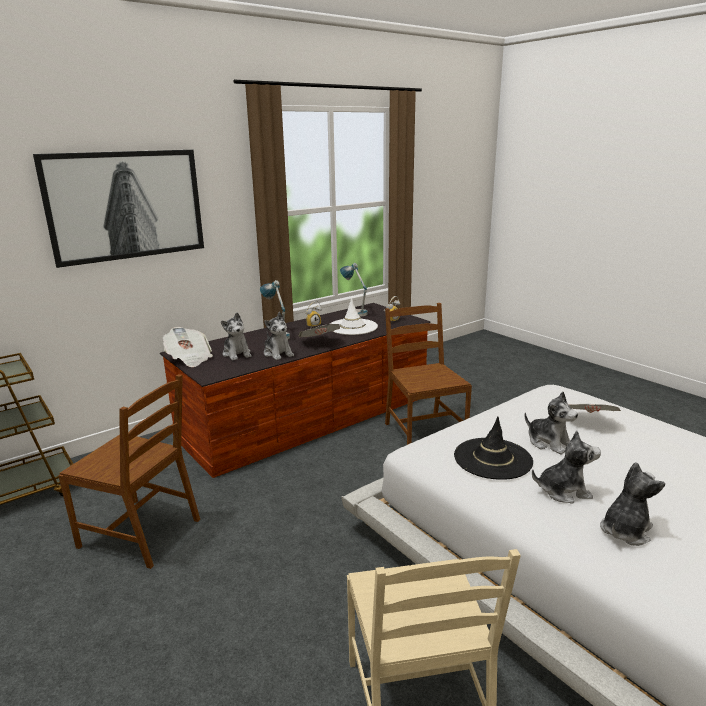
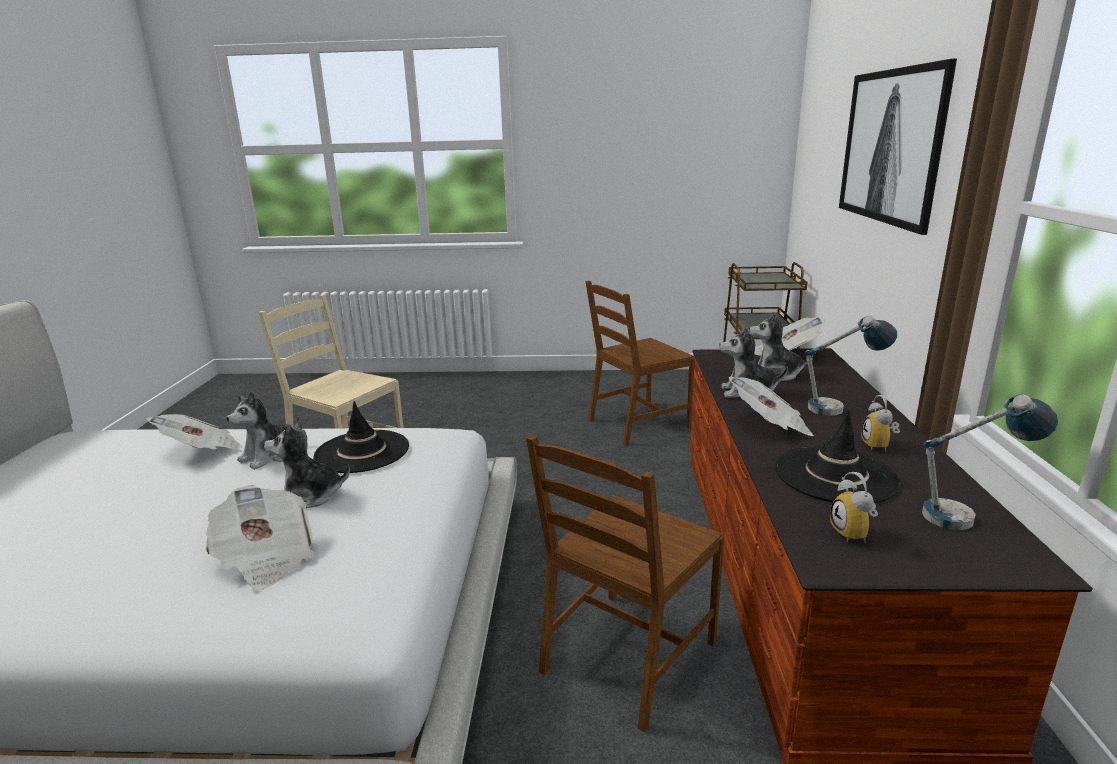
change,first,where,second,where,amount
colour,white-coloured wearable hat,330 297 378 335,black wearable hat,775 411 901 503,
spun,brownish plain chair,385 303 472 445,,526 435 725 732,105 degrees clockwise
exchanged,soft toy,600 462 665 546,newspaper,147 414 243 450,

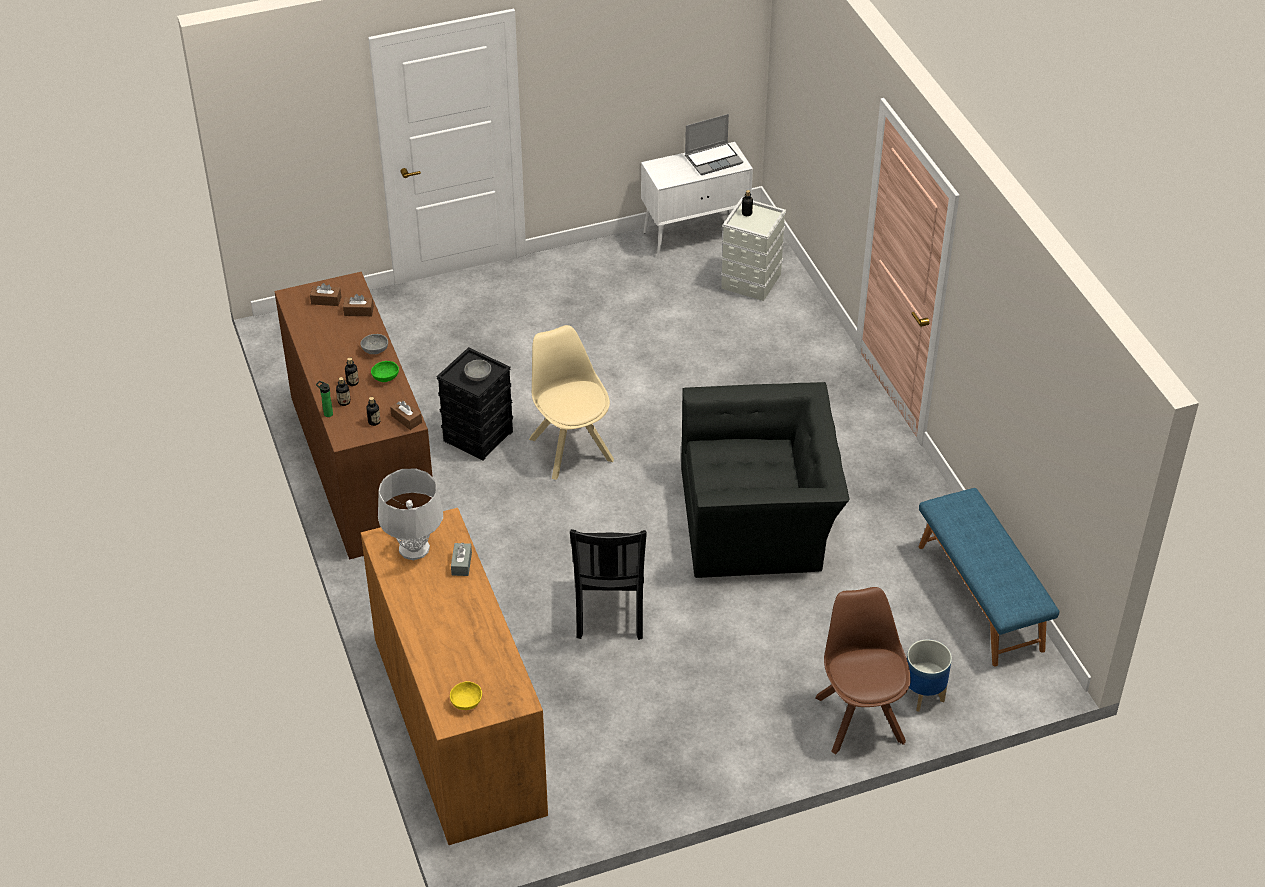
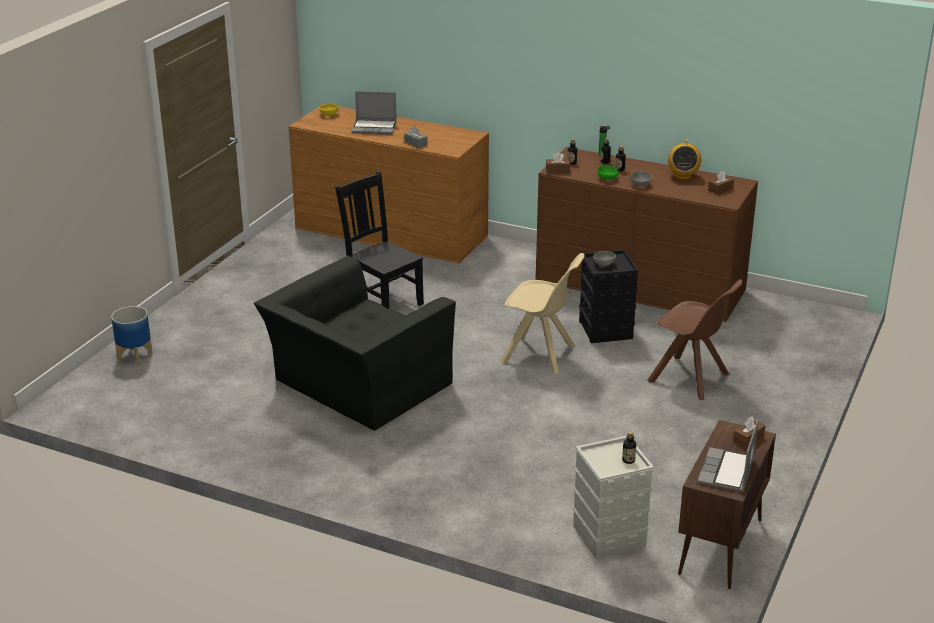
change,first,where,second,where,amount
colour,white-coloured storage cabinet,641 142 753 258,brownish storage cabinet,678 420 776 589,
relocated,brownish box of tissues,343 294 374 316,,733 416 765 448,
missing,greyish tabletop lamp,378 469 443 560,,,
missing,blue-coloured long seat,919 488 1059 667,,,
relocated,brownish plain chair,815 587 911 755,,648 279 743 400,
appeared,,,portable computer,352 91 397 135,
appeared,,,radio receiver,668 139 702 180,

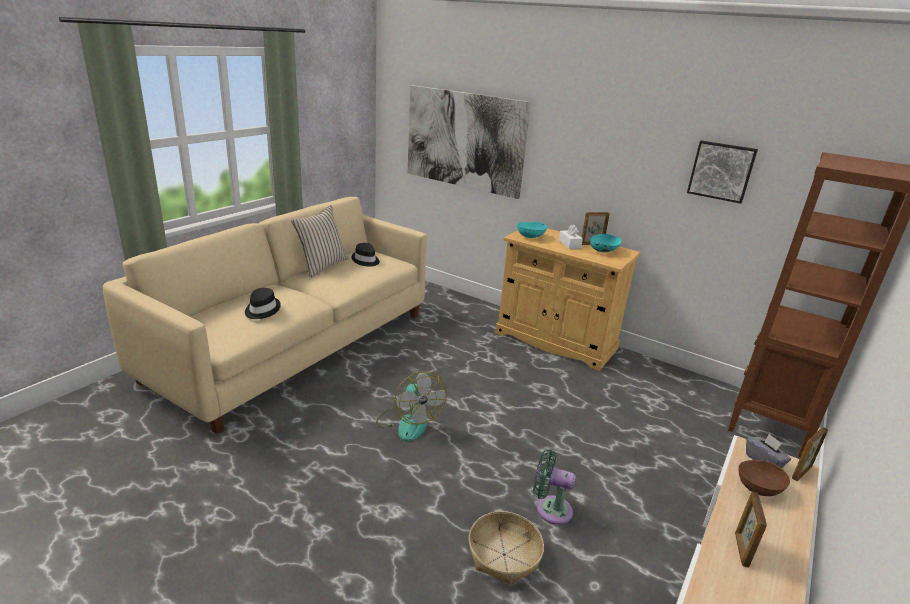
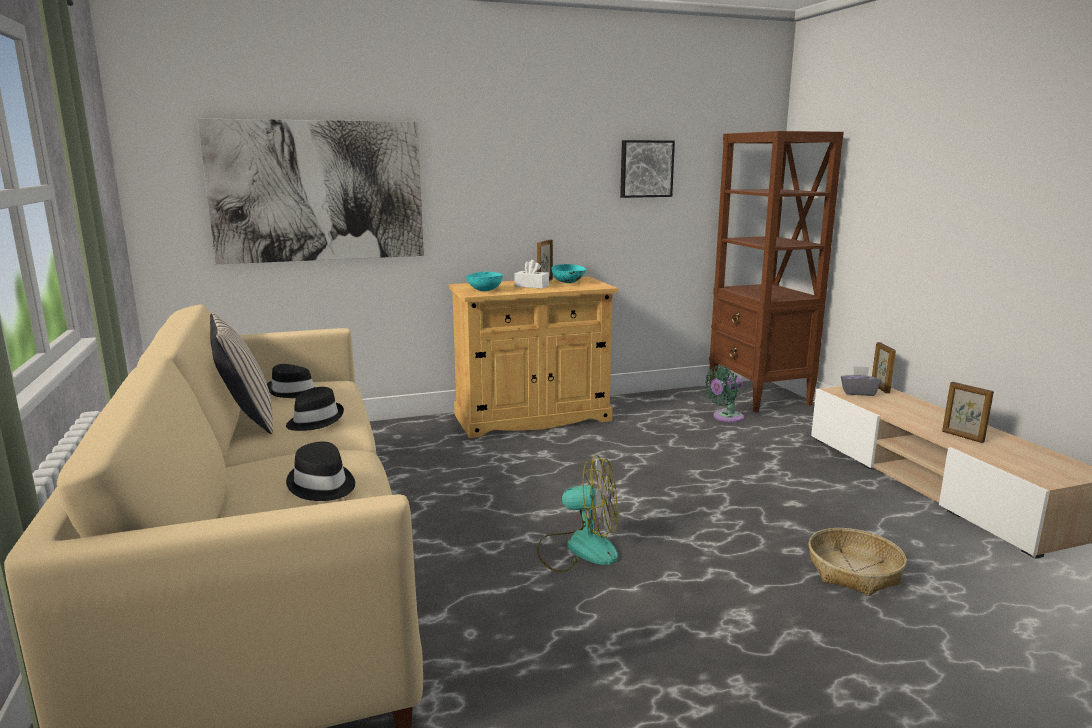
change,first,where,second,where,amount
relocated,greenish cooling fan,533 449 576 525,,705 366 744 422,
missing,brownish deep dish,738 460 790 496,,,
appeared,,,black wearable hat,286 387 344 431,

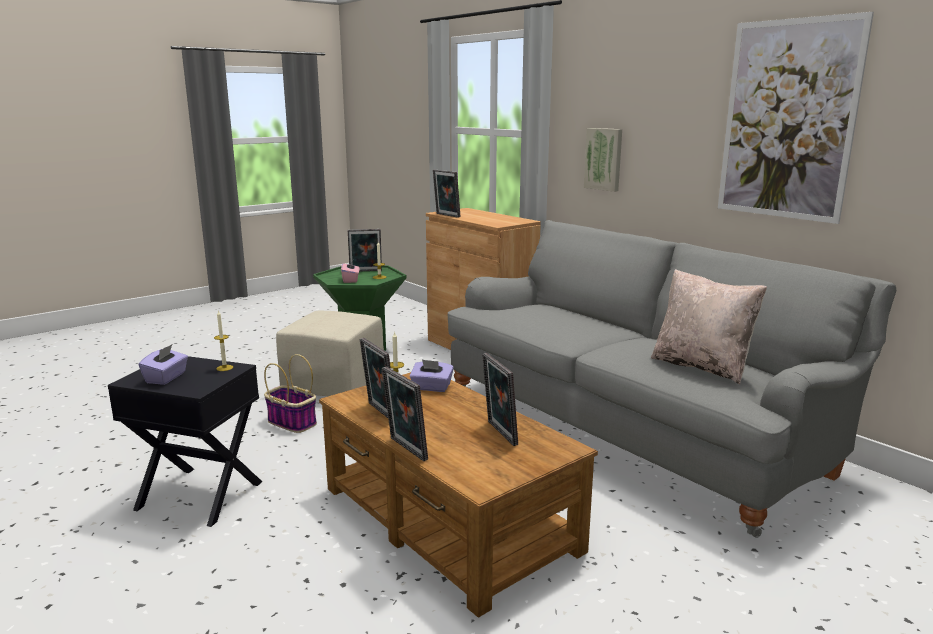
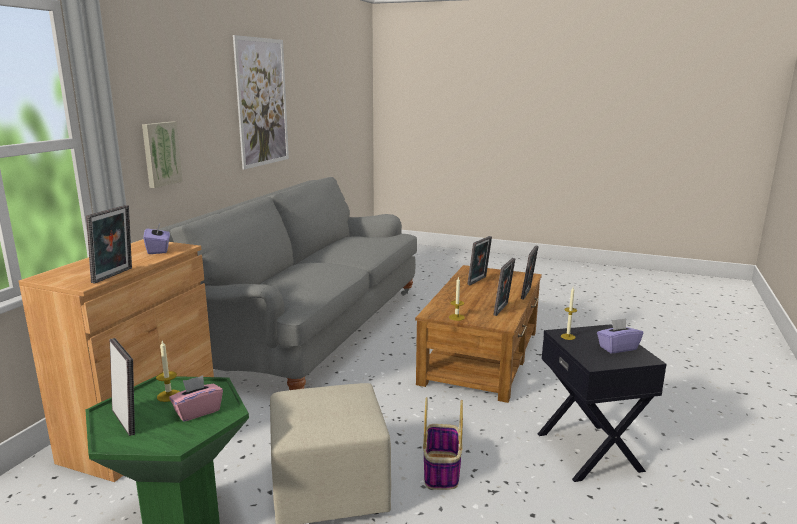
change,first,where,second,where,amount
missing,beige-coloured throw pillow,651 269 767 384,,,
relocated,purple box of tissues,410 359 454 392,,143 222 170 254,

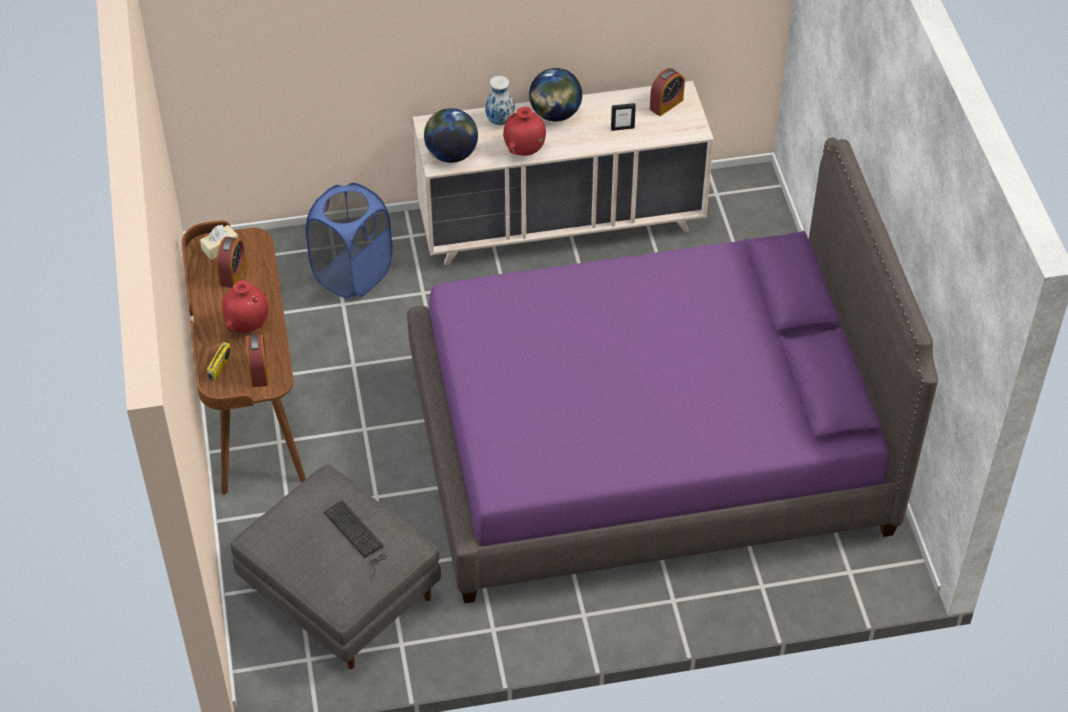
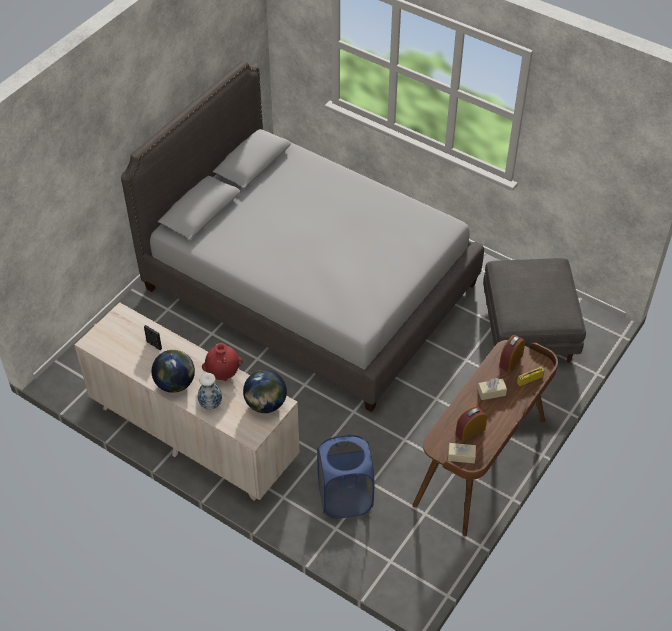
change,first,where,second,where,amount
missing,alarm clock,650 68 685 116,,,
colour,purple bedroom bed,407 138 938 603,greyish bedroom bed,121 60 484 412,
exchanged,red decorative vase,222 280 269 333,beige-coloured box of tissues,477 378 507 400,
missing,PC keyboard,324 500 387 577,,,

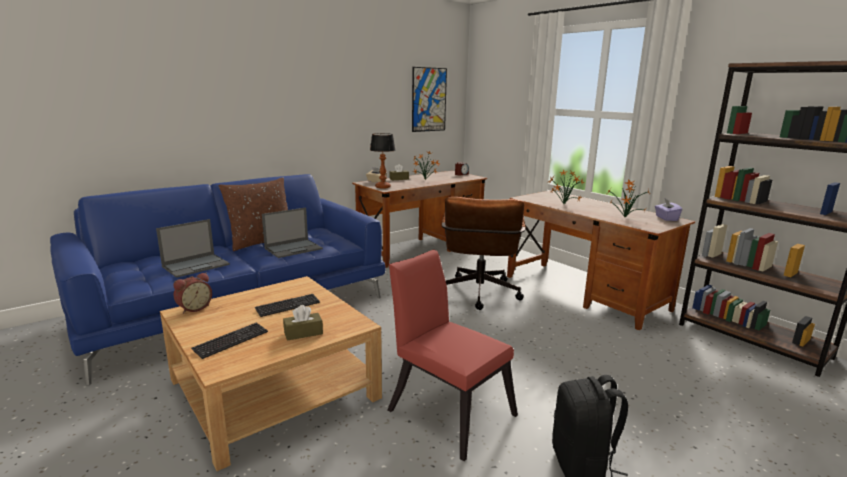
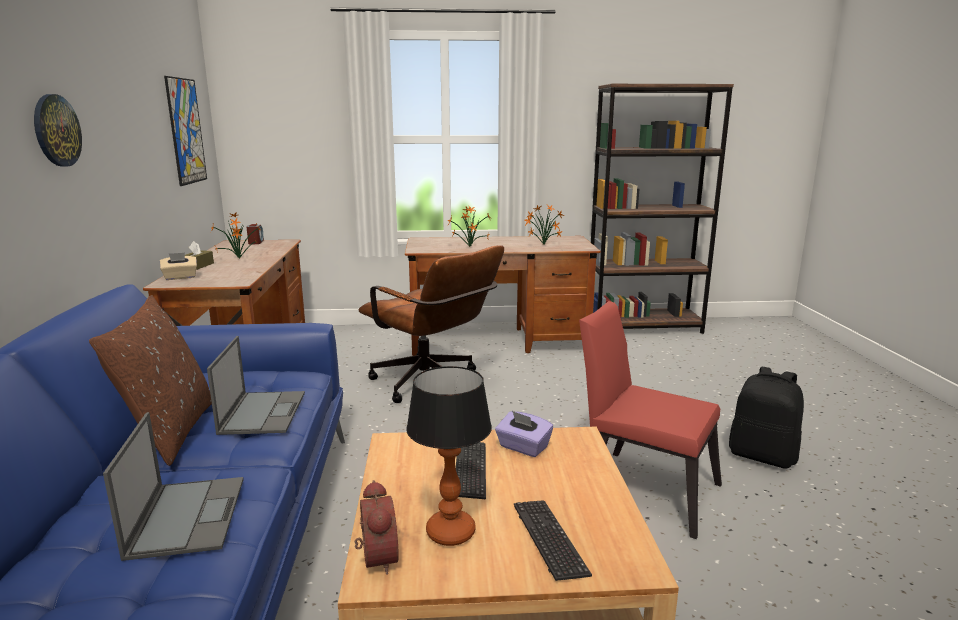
change,first,where,second,where,amount
relocated,tabletop lamp,370 133 395 189,,406 366 492 546,
relocated,purple box of tissues,655 199 682 221,,495 411 553 457,
spun,red plain chair,388 249 518 461,,579 301 722 539,45 degrees clockwise
missing,brownish box of tissues,283 305 323 341,,,
appeared,,,wall clock,34 94 82 167,

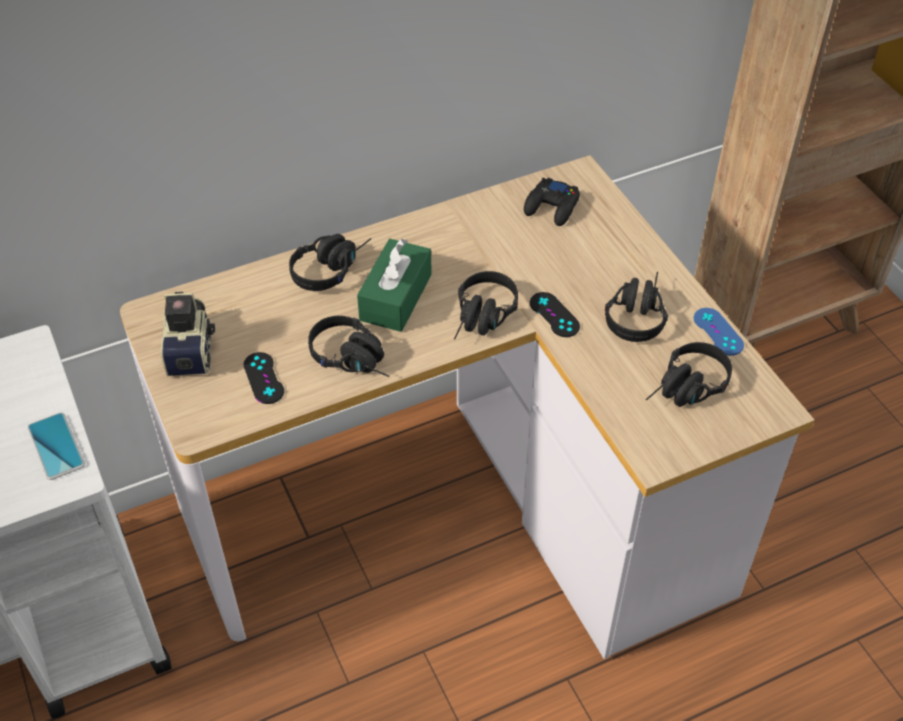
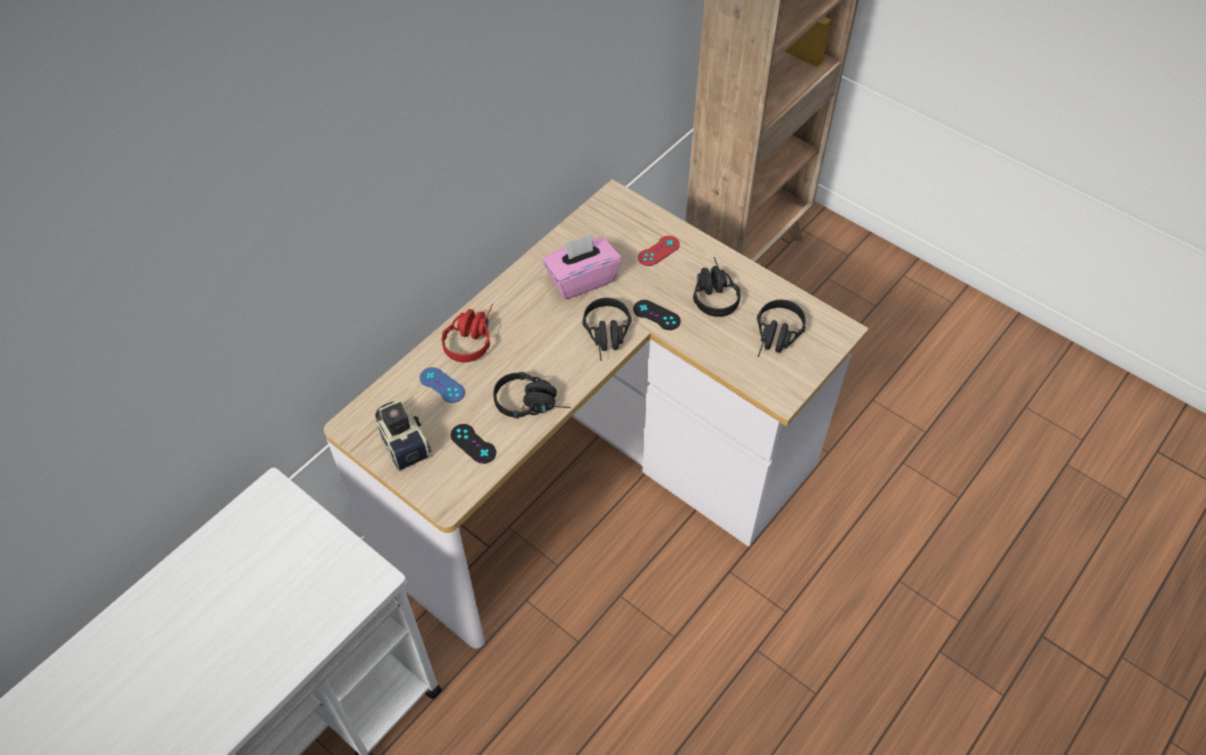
change,first,where,second,where,amount
missing,black gamepad,524 178 580 226,,,
colour,black pair of headphones,289 234 371 291,red pair of headphones,442 303 493 362,
missing,greenish box of tissues,357 239 432 332,,,
relocated,blue-coloured gamepad,694 308 744 356,,420 367 465 403,
missing,telephone,27 413 85 480,,,
appeared,,,pink box of tissues,543 234 622 299,
appeared,,,red gamepad,638 236 680 266,

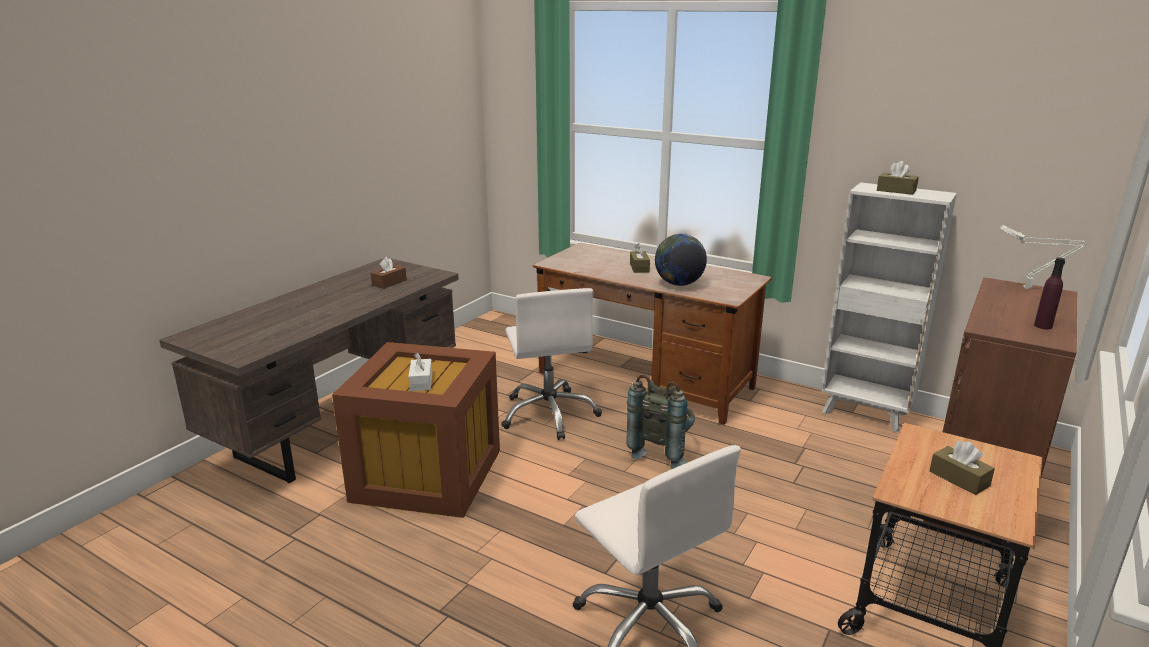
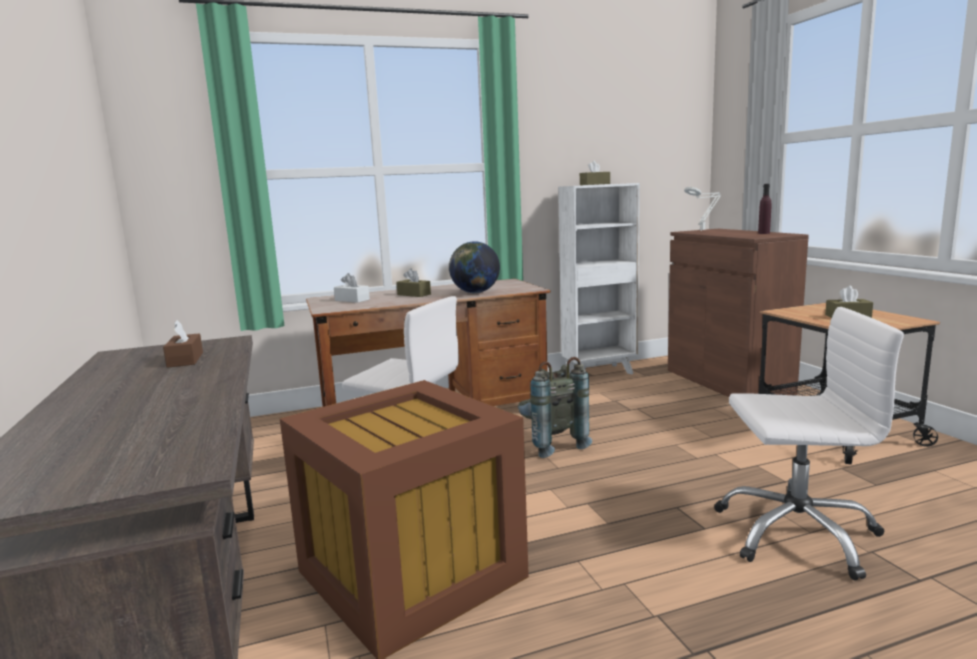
change,first,where,second,where,amount
relocated,white-coloured box of tissues,408 353 432 391,,334 273 370 303,

